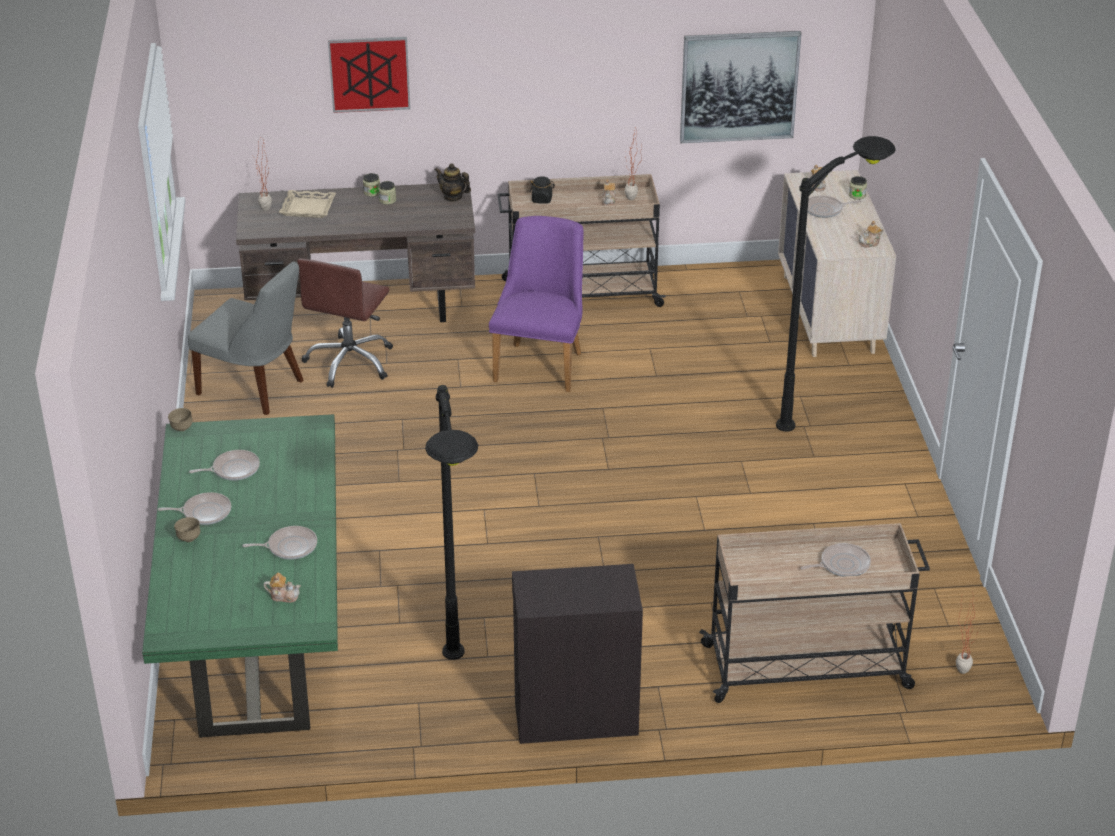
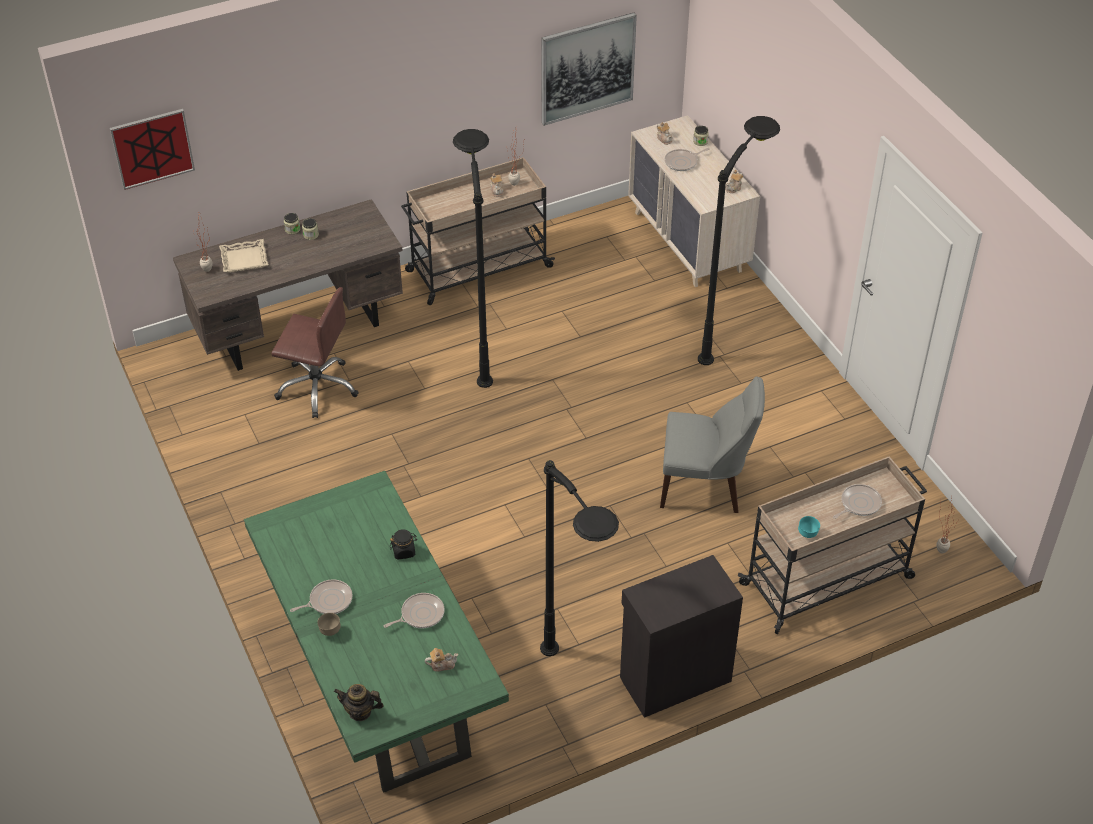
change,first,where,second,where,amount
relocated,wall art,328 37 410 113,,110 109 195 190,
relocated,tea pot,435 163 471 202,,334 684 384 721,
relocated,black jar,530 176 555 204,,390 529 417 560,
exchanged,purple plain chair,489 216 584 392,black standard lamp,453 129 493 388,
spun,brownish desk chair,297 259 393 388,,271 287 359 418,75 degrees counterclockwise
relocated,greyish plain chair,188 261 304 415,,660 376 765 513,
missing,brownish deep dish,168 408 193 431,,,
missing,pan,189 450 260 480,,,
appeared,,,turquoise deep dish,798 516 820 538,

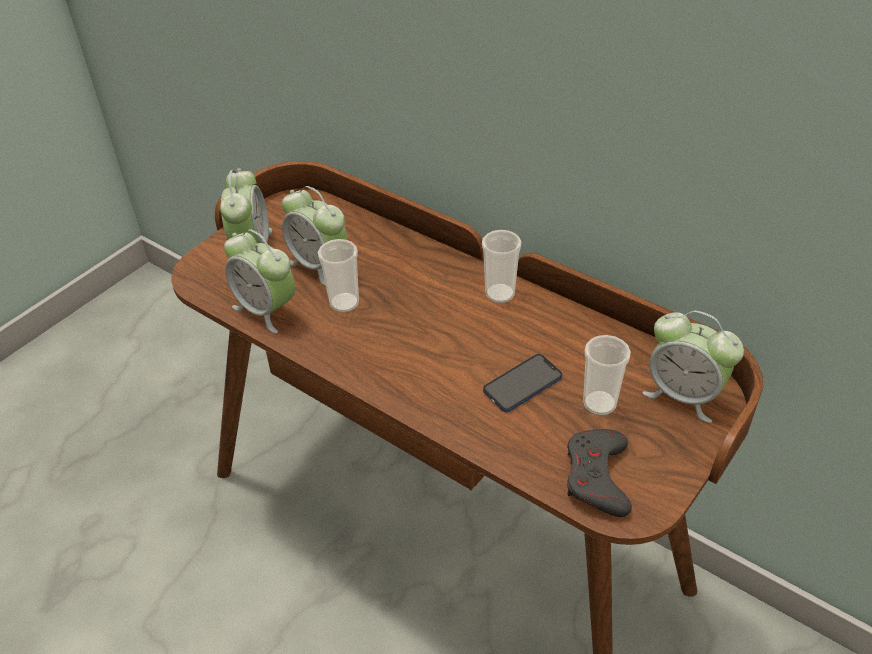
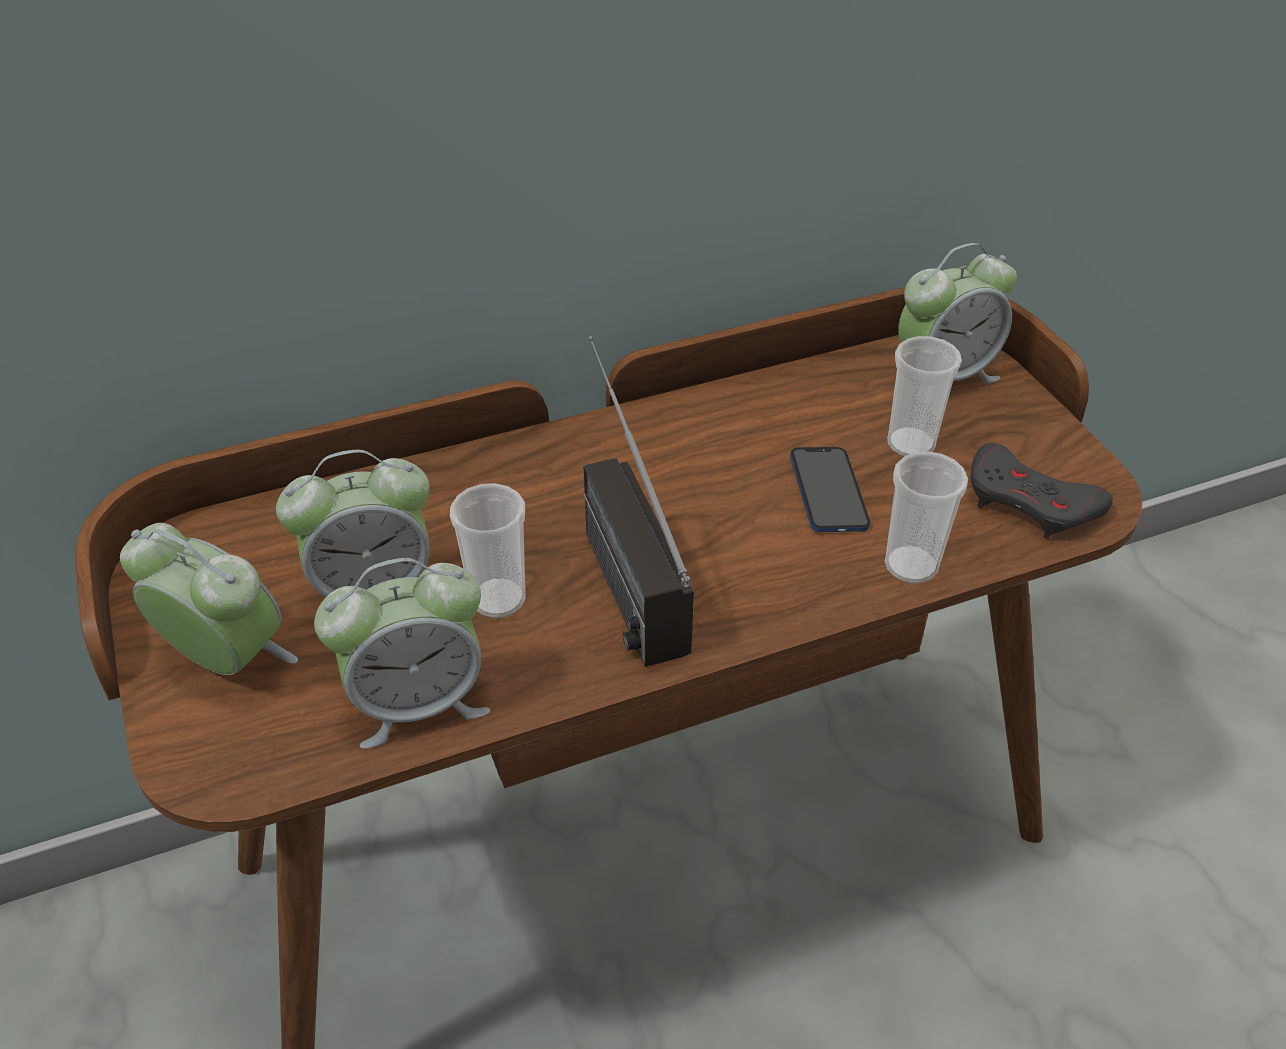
change,first,where,second,where,amount
relocated,small cup,482 230 522 303,,885 451 968 584,
appeared,,,radio receiver,583 336 694 667,

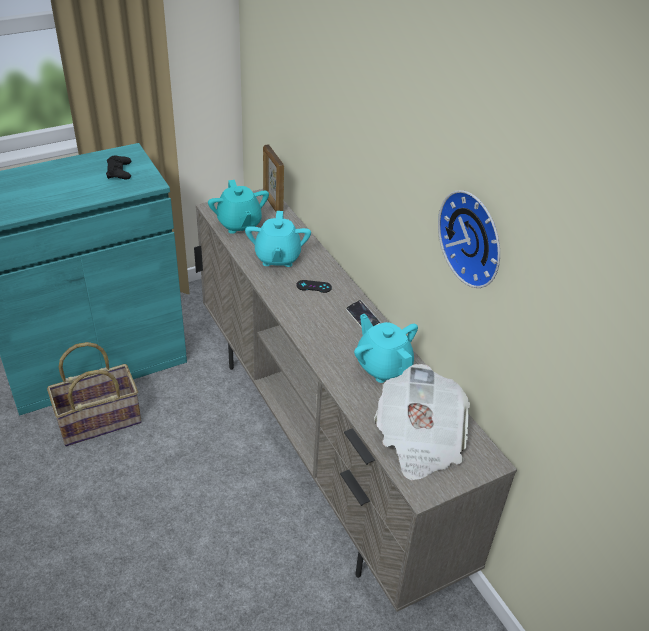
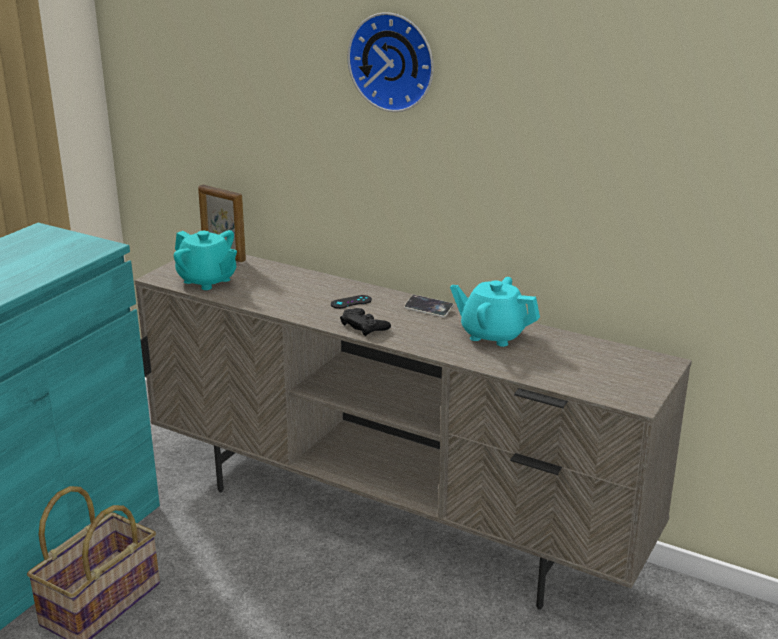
change,first,where,second,where,amount
relocated,black gamepad,106 155 131 179,,340 308 391 336,
relocated,wall clock,438 190 500 288,,348 12 434 112,
missing,turquoise tea pot,245 211 311 267,,,
missing,newspaper,374 364 470 481,,,

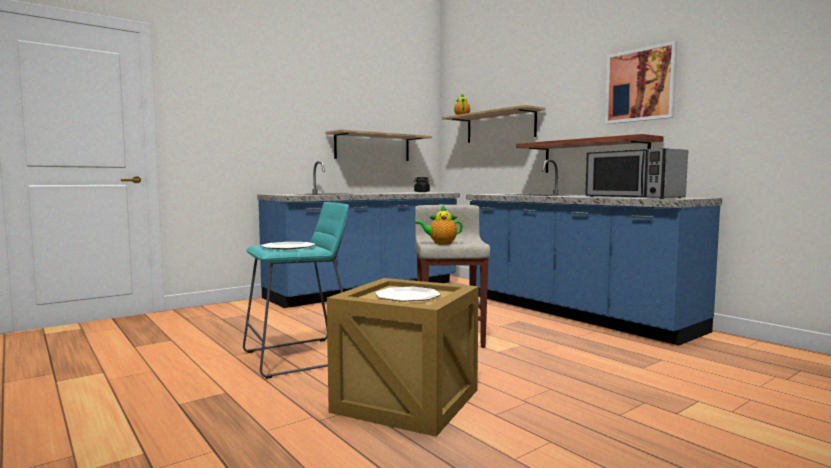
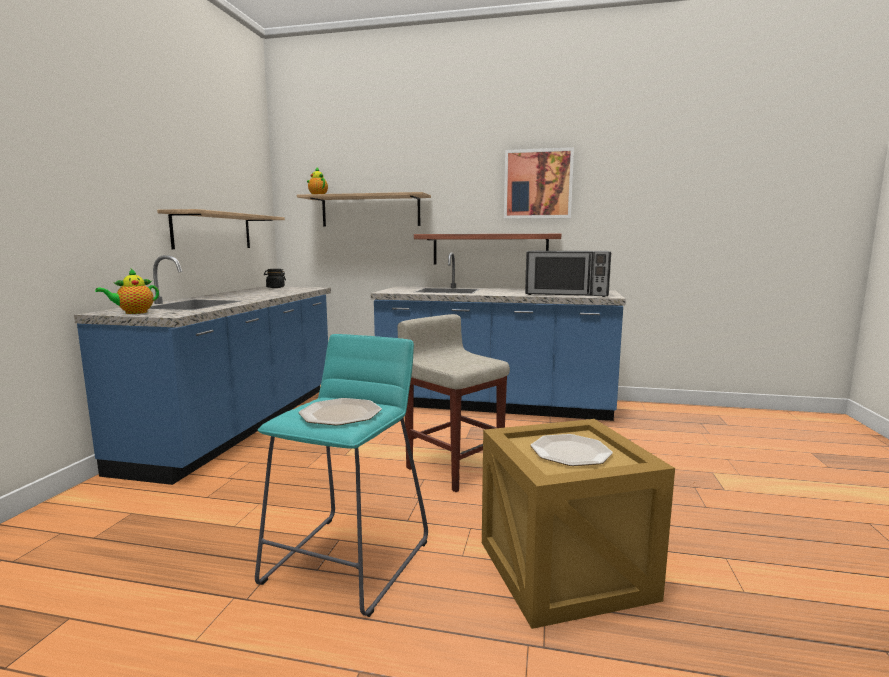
change,first,where,second,where,amount
relocated,tea pot,415 206 462 245,,95 268 159 314,

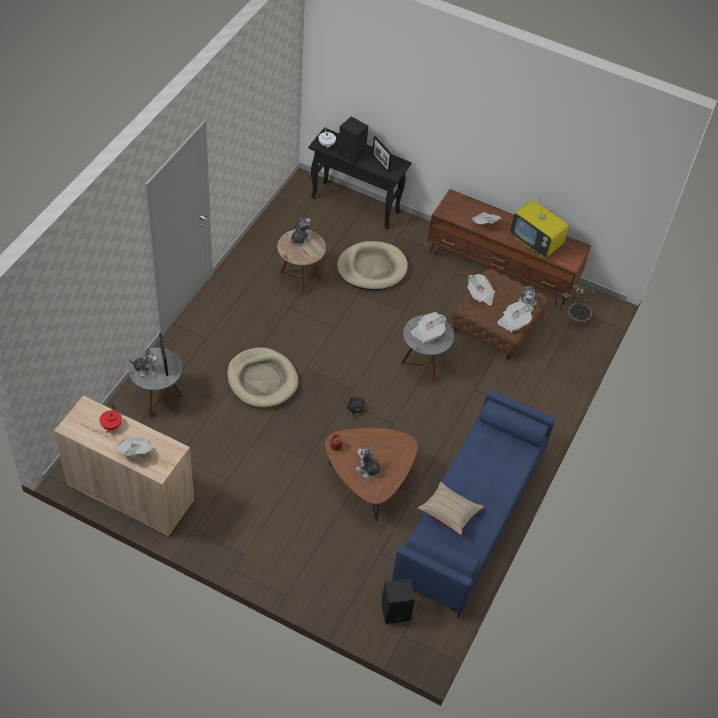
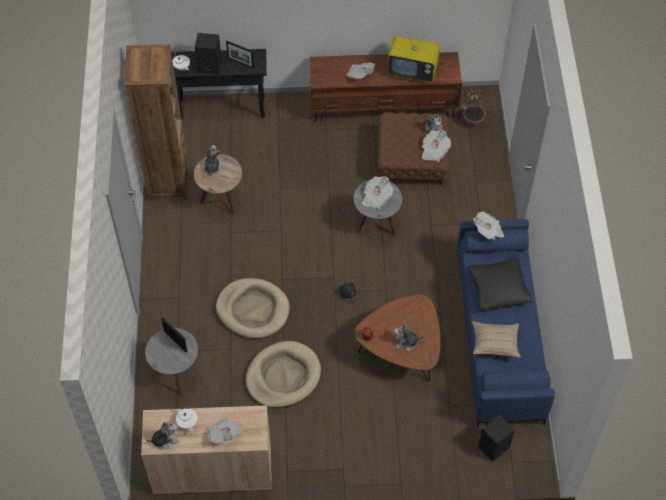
change,first,where,second,where,amount
relocated,beige-coloured dog bed,337 241 408 290,,246 341 321 408,
relocated,newspaper,467 274 495 305,,473 212 504 240,
relocated,soft toy,129 349 158 377,,146 422 178 450,
colour,red tea pot,100 405 122 433,white-coloured tea pot,176 405 197 433,
appeared,,,brownish bookcase,124 44 188 201,
appeared,,,black throw pillow,468 258 532 311,

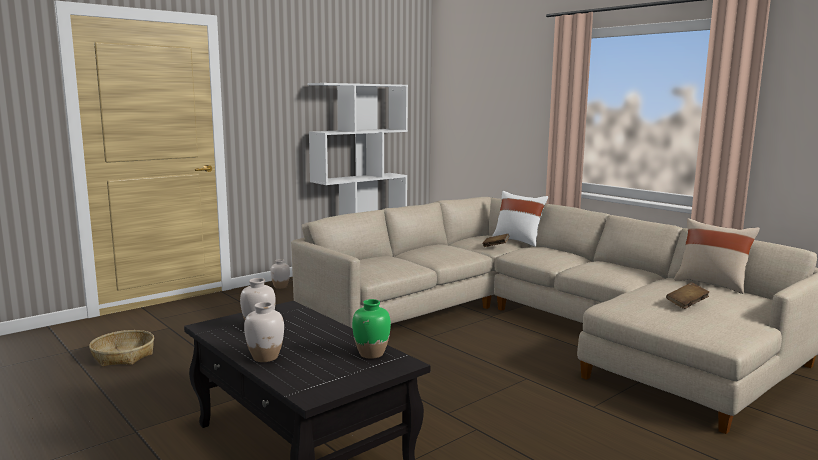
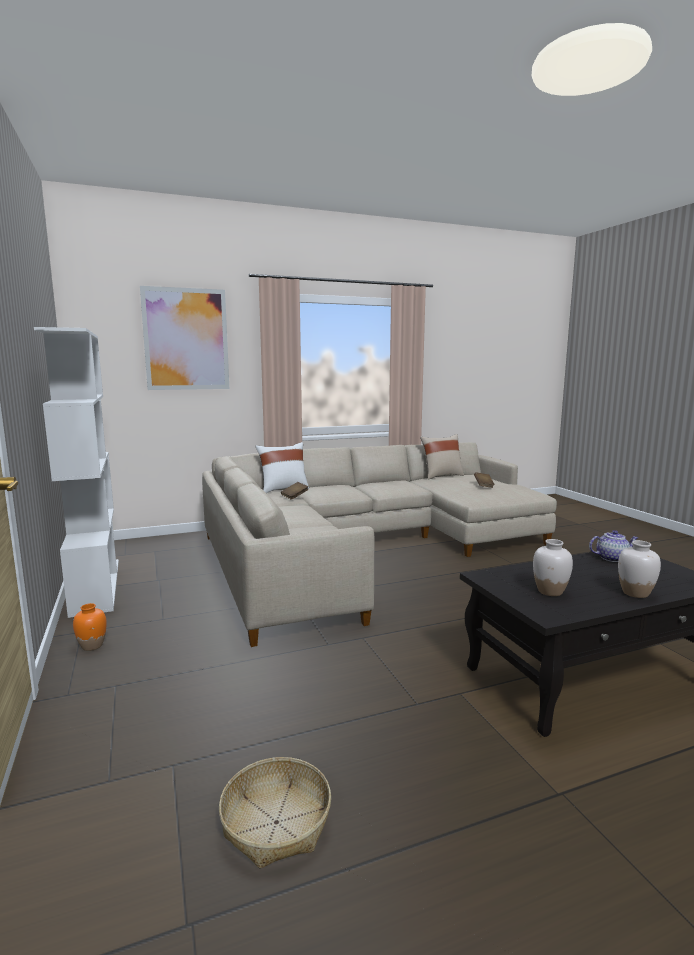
change,first,where,second,where,amount
colour,white-coloured decorative vase,270 259 290 289,orangey decorative vase,73 603 107 651,
exchanged,greenish decorative vase,352 299 391 359,tea pot,589 530 638 562,
appeared,,,wall art,140 286 229 390,

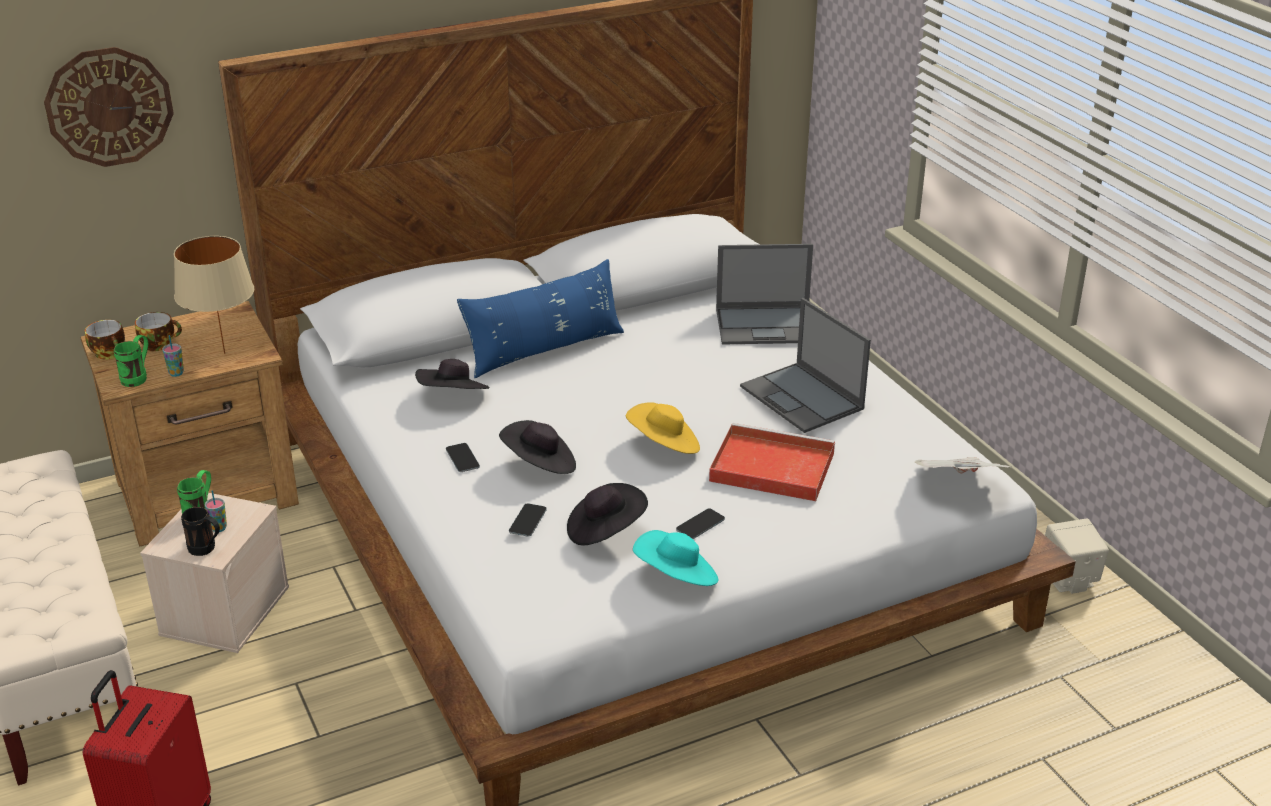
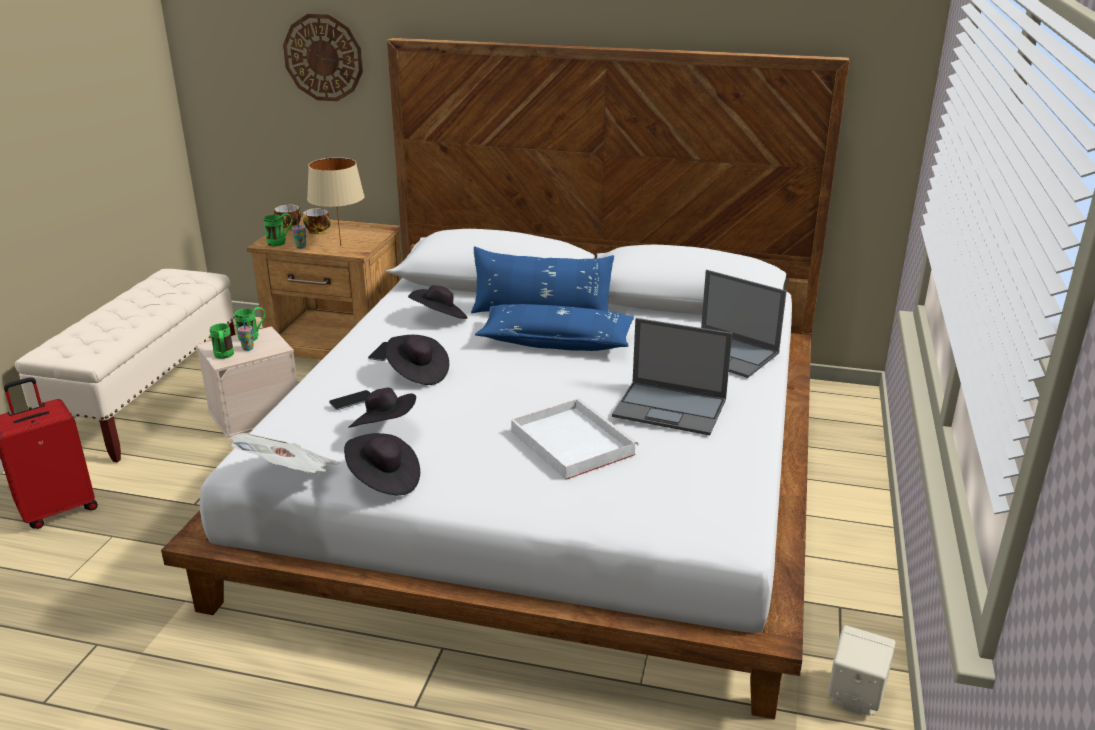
change,first,where,second,where,amount
spun,portable computer,740 298 871 433,,612 318 732 435,75 degrees counterclockwise
missing,yellow wearable hat,626 402 700 454,,,
colour,red serving tray,709 423 835 501,white-coloured serving tray,511 399 638 480,
relocated,newspaper,914 457 1011 474,,230 433 340 473,
colour,black coffee mug,181 507 220 556,greenish coffee mug,210 323 234 359,
missing,telephone,676 508 725 539,,,
colour,turquoise wearable hat,633 530 718 586,black wearable hat,344 433 420 495,
appeared,,,blue-coloured throw pillow,475 304 634 351,

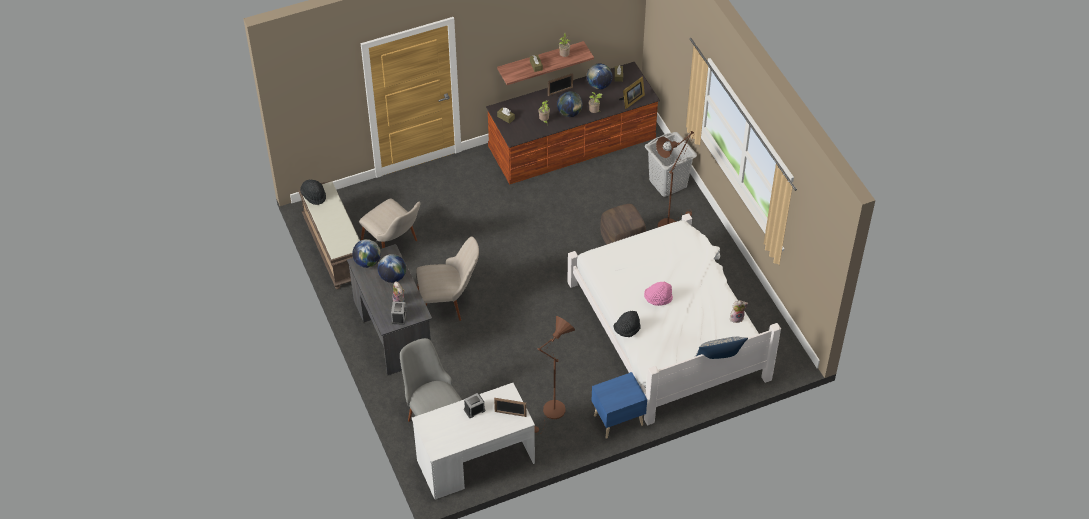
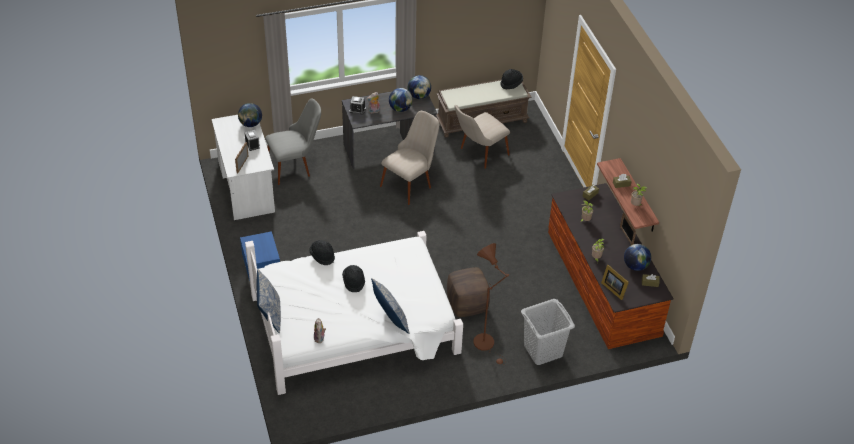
change,first,where,second,where,amount
relocated,desk globe,557 91 583 117,,238 103 262 127,
spun,beige-coloured plain chair,416 236 479 321,,380 111 439 205,135 degrees counterclockwise
colour,pink wearable hat,644 282 673 306,black wearable hat,342 265 365 292,
missing,brownish standard lamp,534 316 575 435,,,
appeared,,,throw pillow,371 278 409 334,

